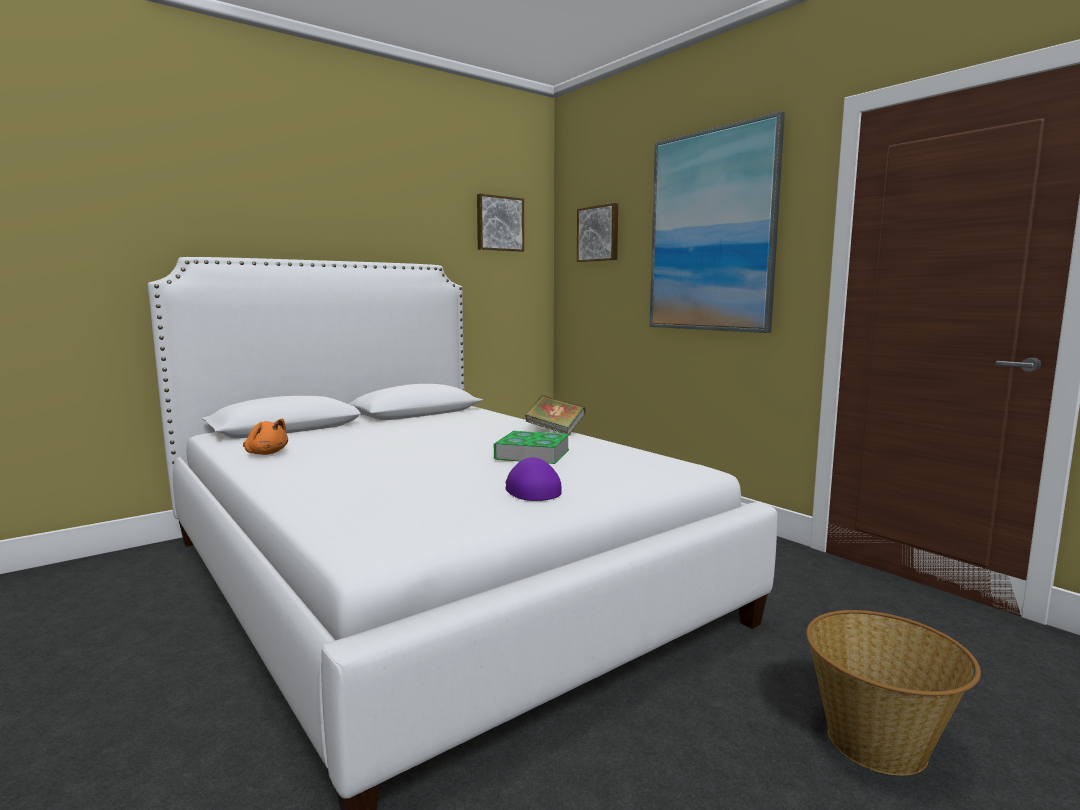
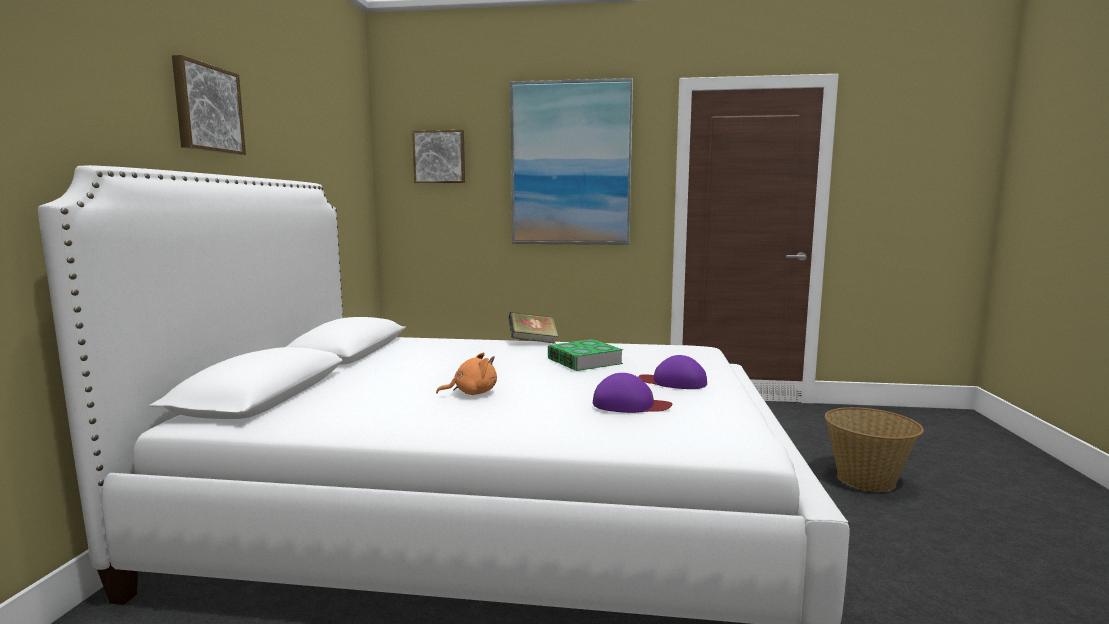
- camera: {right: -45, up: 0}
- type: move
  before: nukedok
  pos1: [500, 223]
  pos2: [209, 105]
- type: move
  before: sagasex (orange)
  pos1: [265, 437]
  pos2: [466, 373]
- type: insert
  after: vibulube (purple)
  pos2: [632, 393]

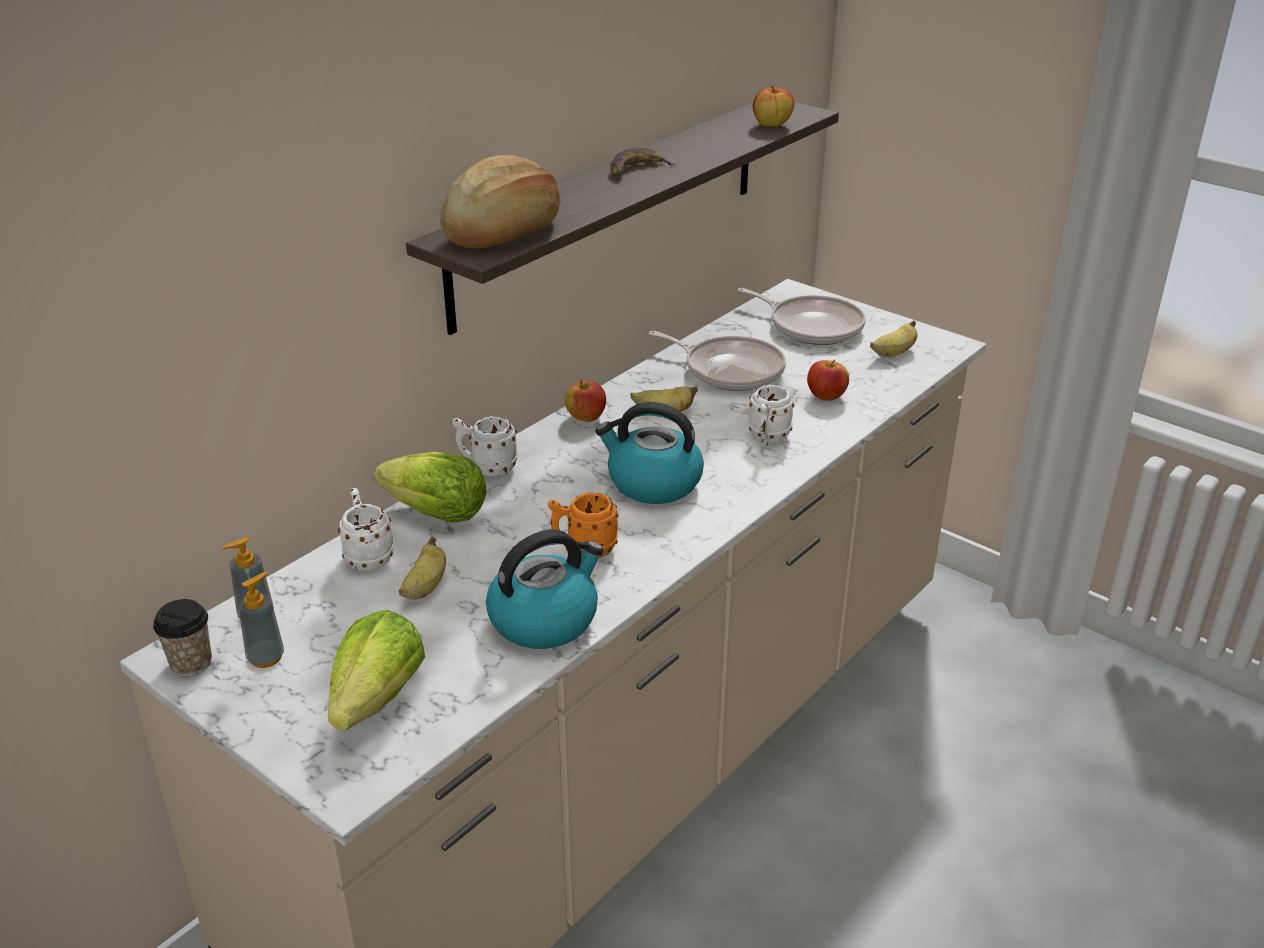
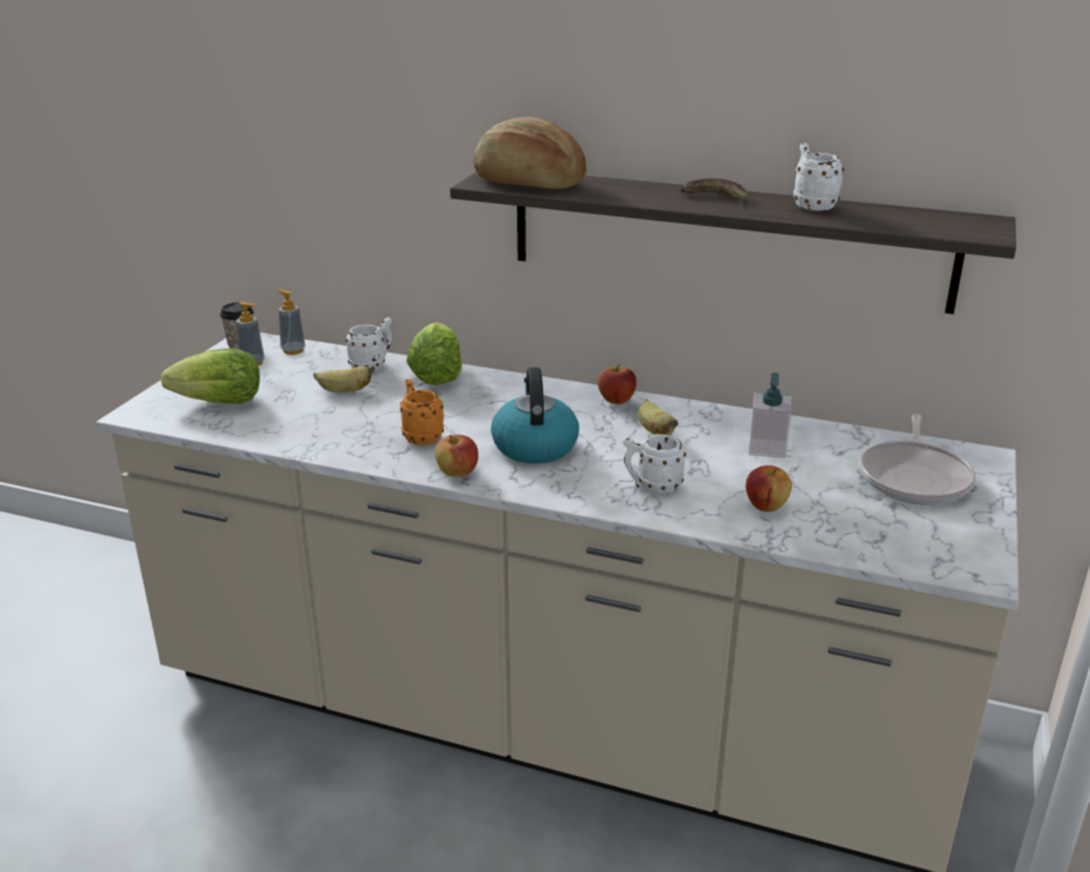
- camera: {right: 70, up: -5}
- type: move
  before: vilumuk
  pos1: [773, 106]
  pos2: [456, 456]
- type: delete
  before: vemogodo
  pos1: [894, 338]
- type: replace
  before: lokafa
  after: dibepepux
  pos1: [717, 361]
  pos2: [770, 415]
- type: move
  before: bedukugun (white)
  pos1: [484, 446]
  pos2: [818, 177]
- type: delete
  before: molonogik
  pos1: [545, 589]

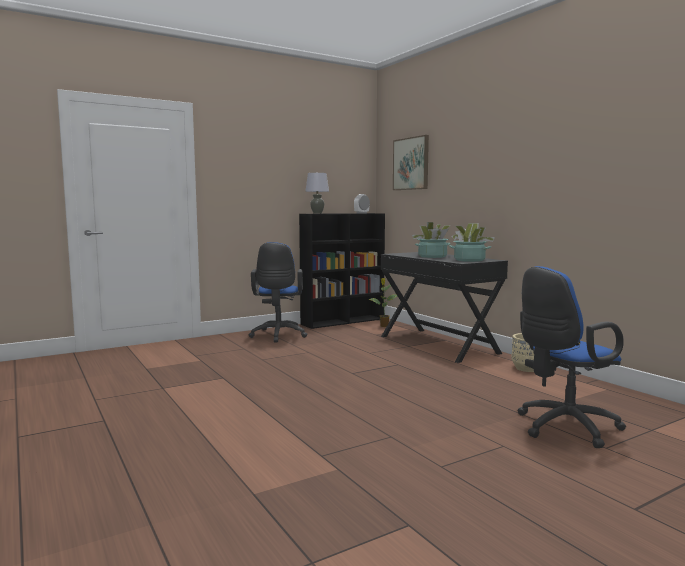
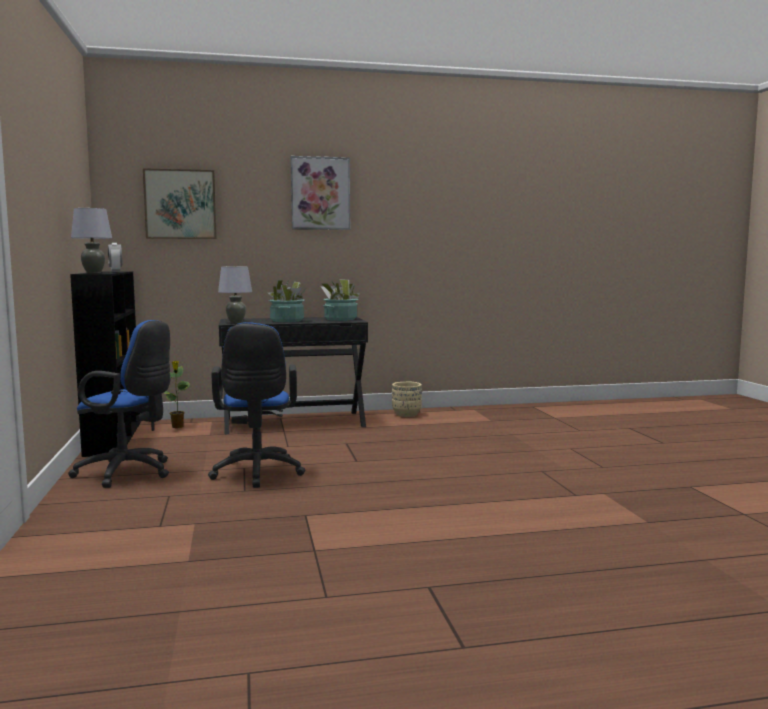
- camera: {right: -70, up: 0}
- type: move
  before: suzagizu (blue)
  pos1: [571, 357]
  pos2: [257, 405]
- type: insert
  after: nukedok
  pos2: [320, 193]
- type: insert
  after: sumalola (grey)
  pos2: [235, 295]

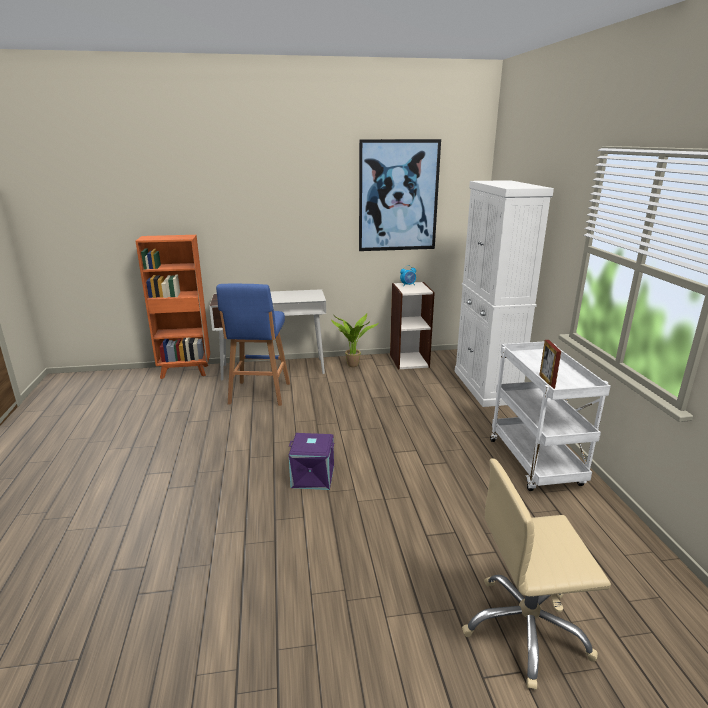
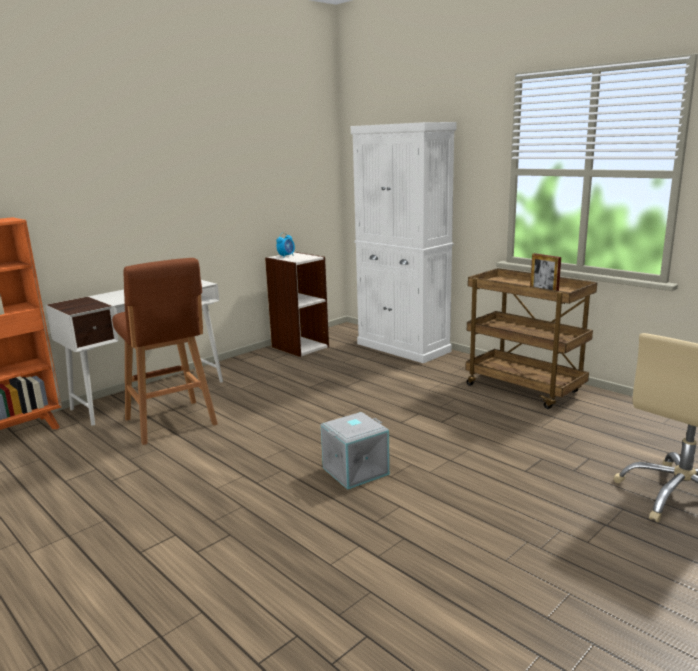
- camera: {right: -35, up: -5}
- type: delete
  before: nukedok
  pos1: [400, 195]
- type: recolor
  before: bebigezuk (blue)
  after: bebigezuk (brown)
  pos1: [253, 345]
  pos2: [165, 351]
- type: delete
  before: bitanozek
  pos1: [355, 340]
- type: recolor
  before: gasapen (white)
  after: gasapen (brown)
  pos1: [550, 416]
  pos2: [531, 338]
- type: recolor
  before: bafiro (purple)
  after: bafiro (grey)
  pos1: [311, 461]
  pos2: [355, 451]

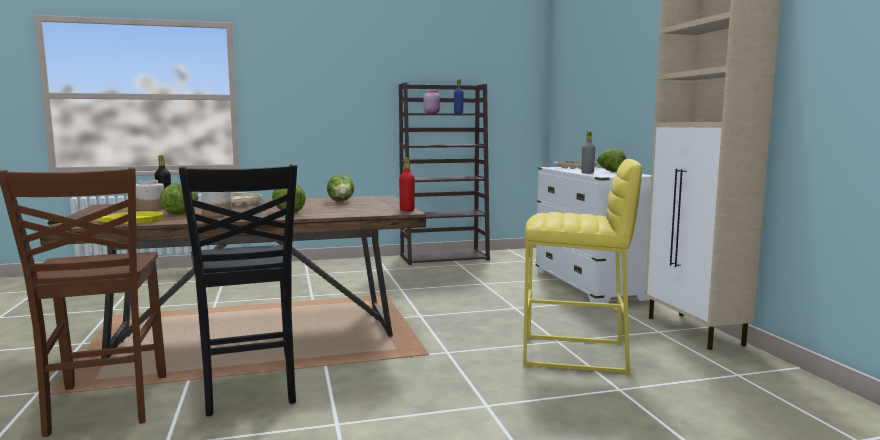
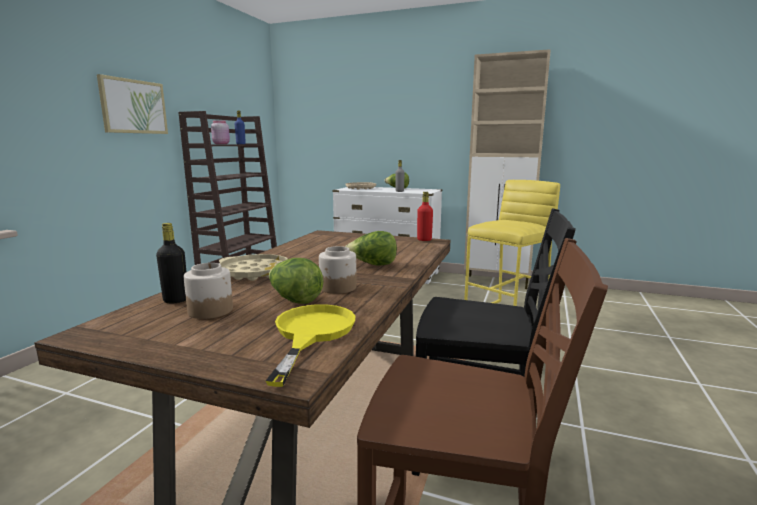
- camera: {right: -55, up: 5}
- type: delete
  before: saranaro
  pos1: [340, 188]
- type: insert
  after: nukedok
  pos2: [132, 104]

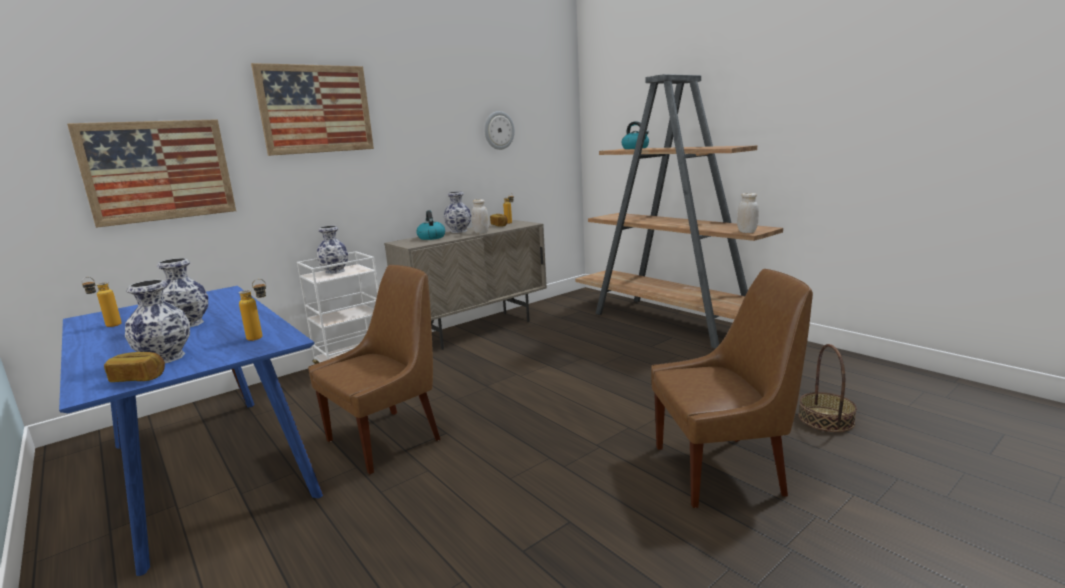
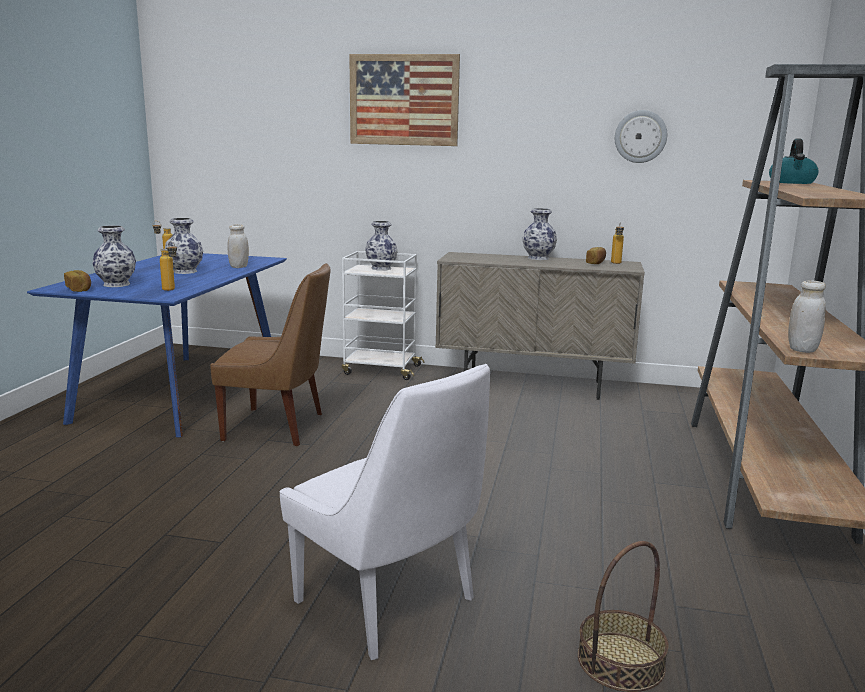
- camera: {right: 50, up: 0}
- type: delete
  before: nukedok
  pos1: [151, 173]
- type: move
  before: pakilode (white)
  pos1: [480, 216]
  pos2: [238, 246]
- type: delete
  before: molonogik
  pos1: [430, 225]
- type: recolor
  before: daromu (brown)
  after: daromu (white)
  pos1: [732, 388]
  pos2: [385, 512]

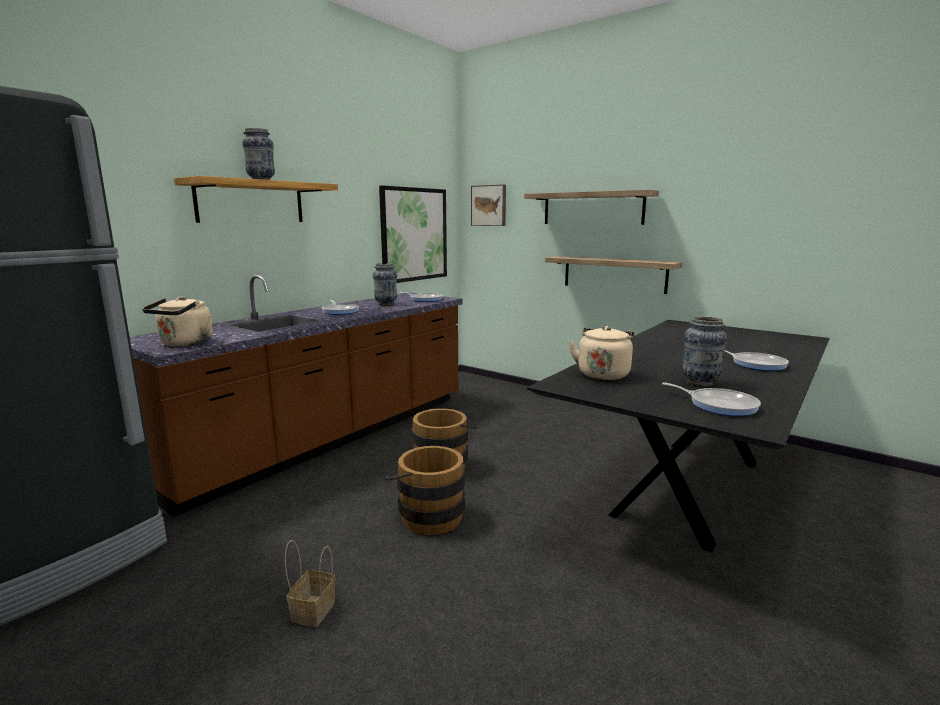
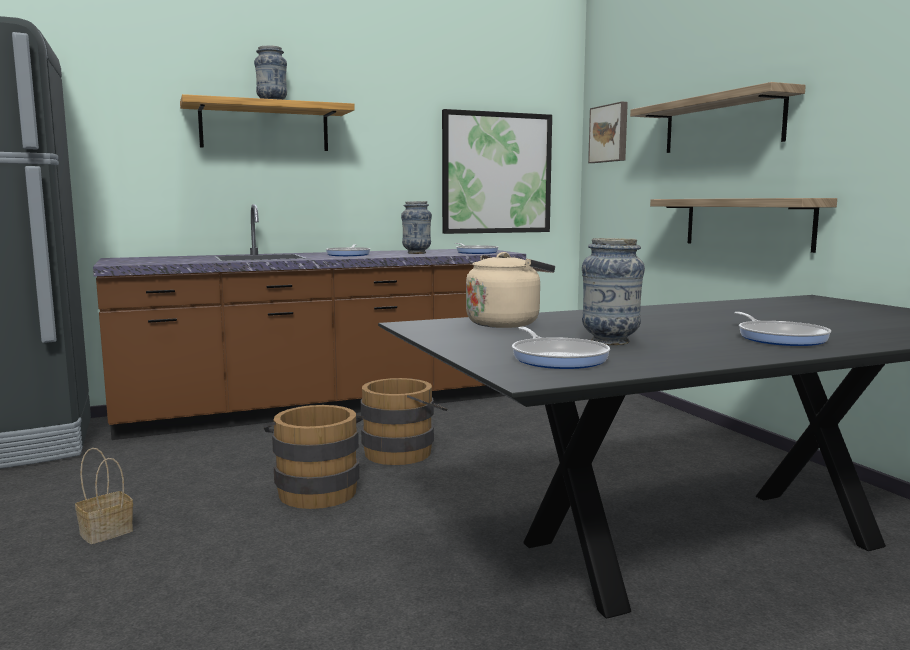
- camera: {right: 30, up: -5}
- type: delete
  before: molonogik (beige)
  pos1: [177, 321]

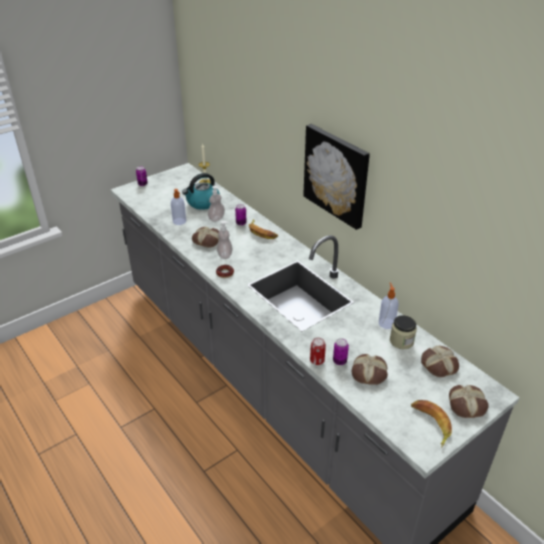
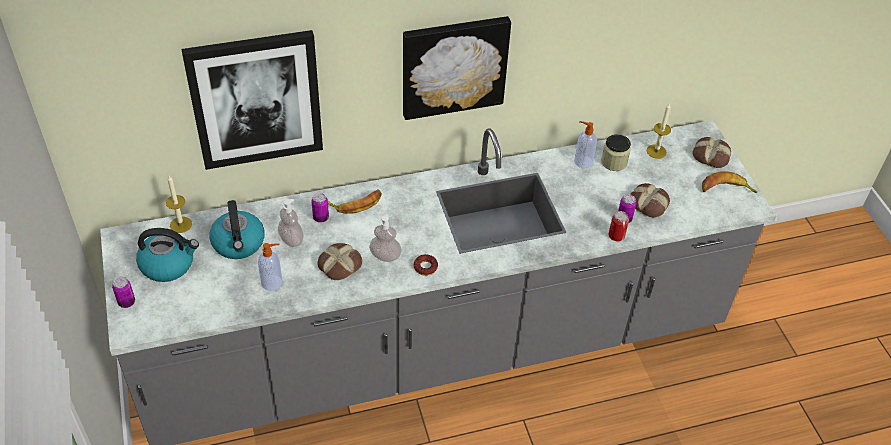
- camera: {right: -70, up: 10}
- type: replace
  before: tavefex
  after: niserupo
  pos1: [440, 361]
  pos2: [659, 131]
- type: insert
  after: nukedok
  pos2: [252, 100]
- type: insert
  after: molonogik
  pos2: [167, 255]

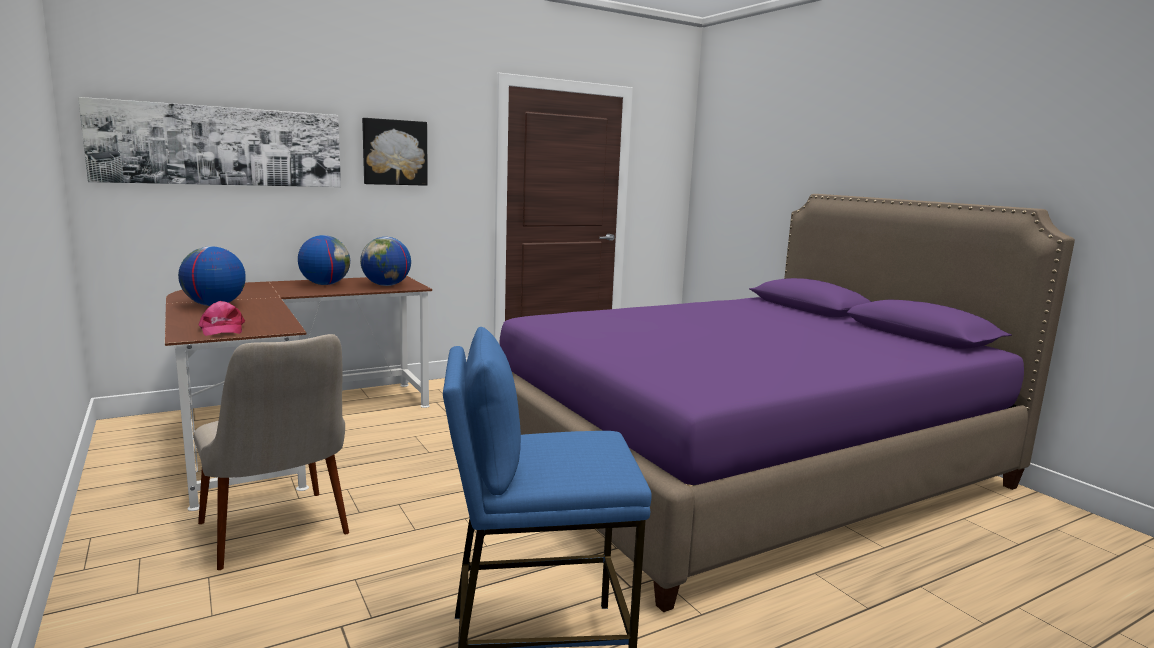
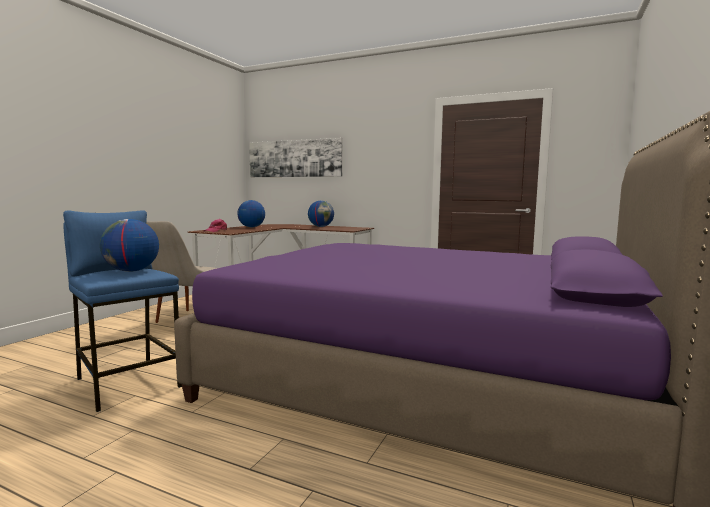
- camera: {right: 55, up: -5}
- type: delete
  before: nukedok
  pos1: [395, 152]
- type: move
  before: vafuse
  pos1: [385, 261]
  pos2: [129, 245]

